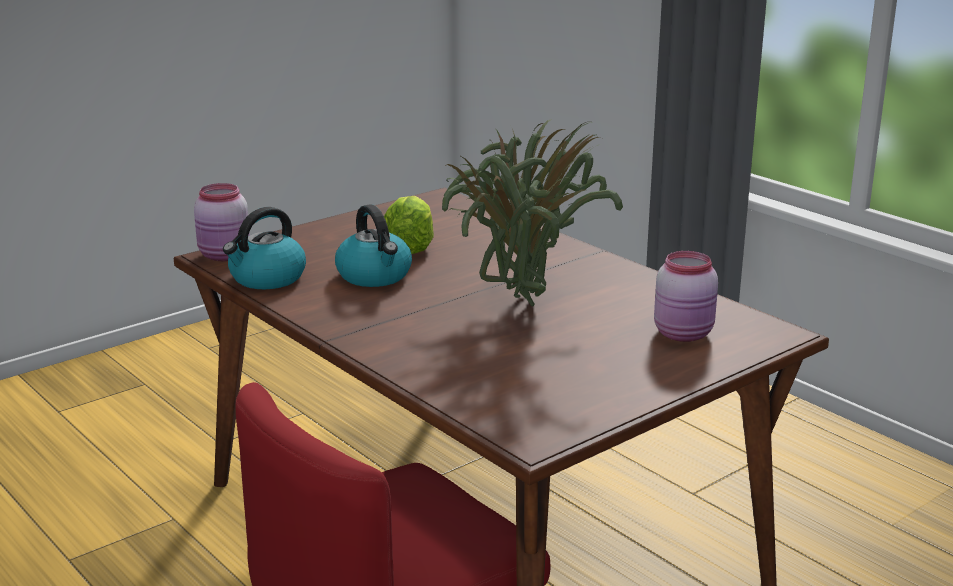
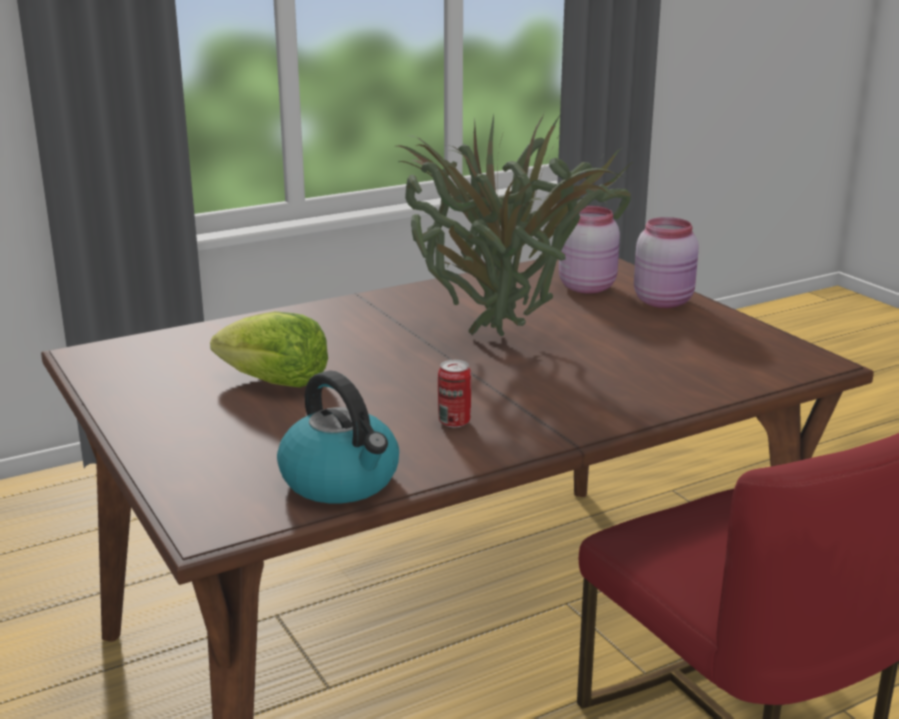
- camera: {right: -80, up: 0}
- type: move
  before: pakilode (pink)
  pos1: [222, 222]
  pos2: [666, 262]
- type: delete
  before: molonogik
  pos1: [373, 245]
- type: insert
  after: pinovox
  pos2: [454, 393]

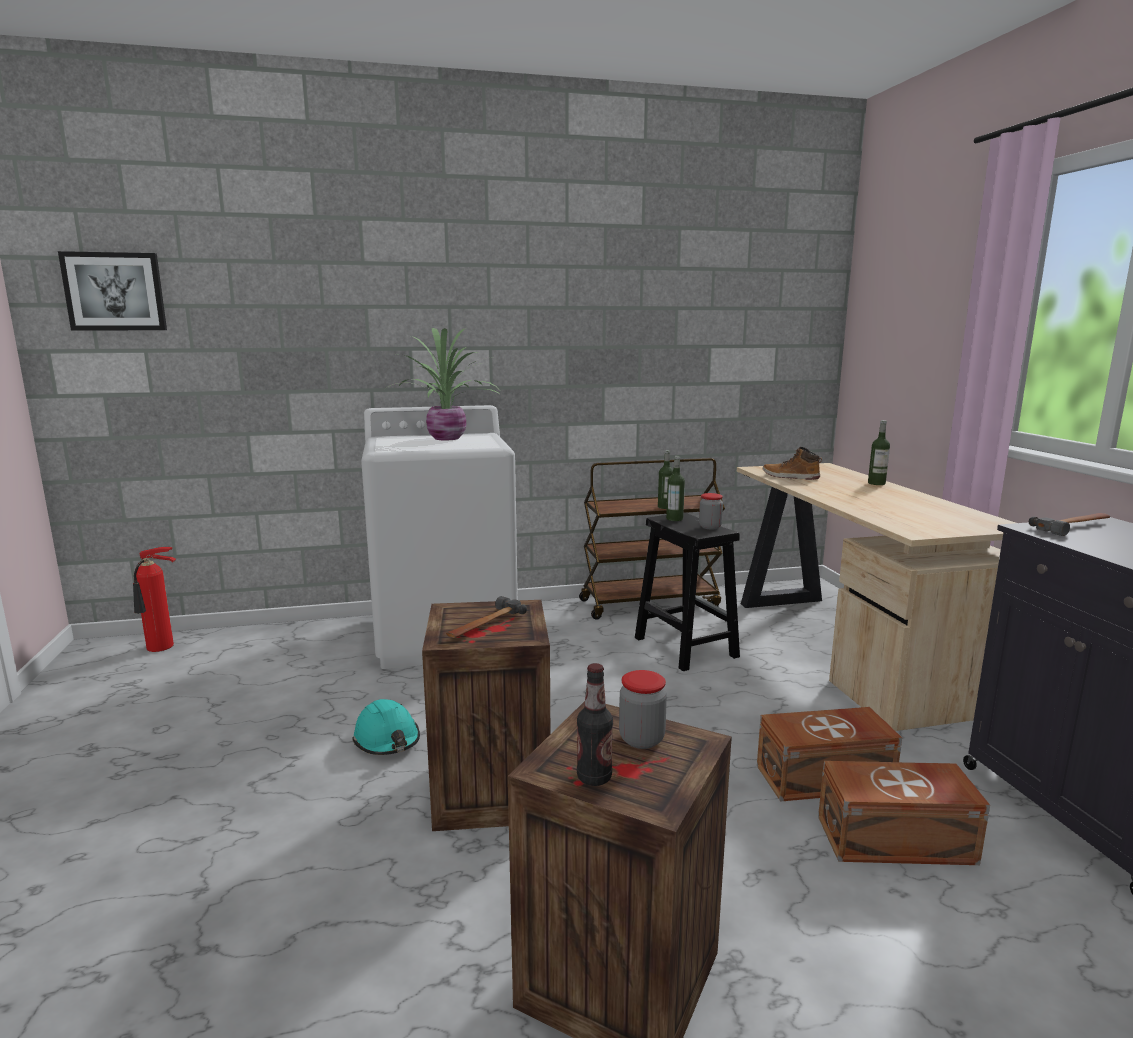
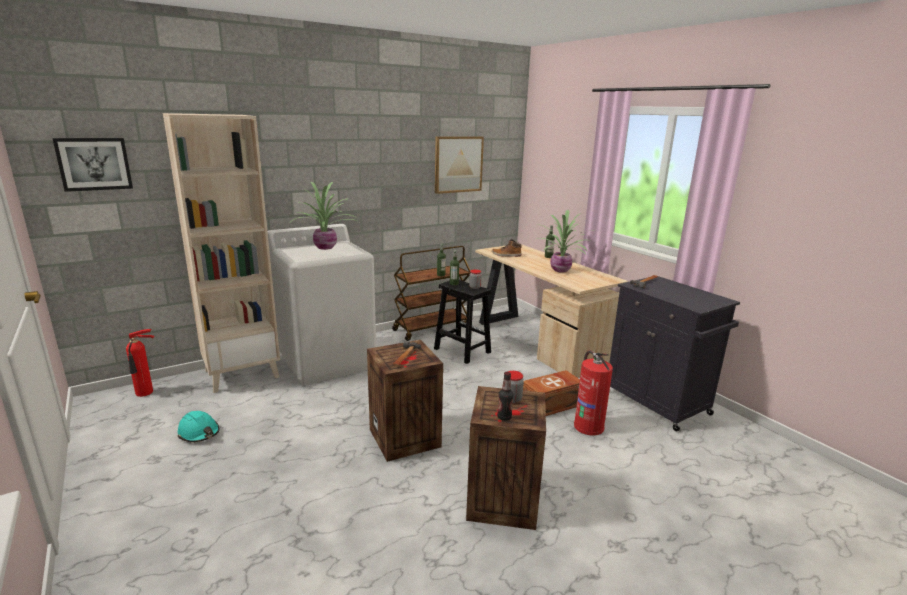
- camera: {right: -20, up: 5}
- type: move
  before: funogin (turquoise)
  pos1: [386, 727]
  pos2: [199, 426]
- type: replace
  before: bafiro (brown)
  after: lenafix
  pos1: [904, 813]
  pos2: [593, 393]
- type: insert
  after: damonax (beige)
  pos2: [221, 253]
- type: insert
  after: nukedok
  pos2: [459, 165]
- type: insert
  after: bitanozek
  pos2: [565, 241]

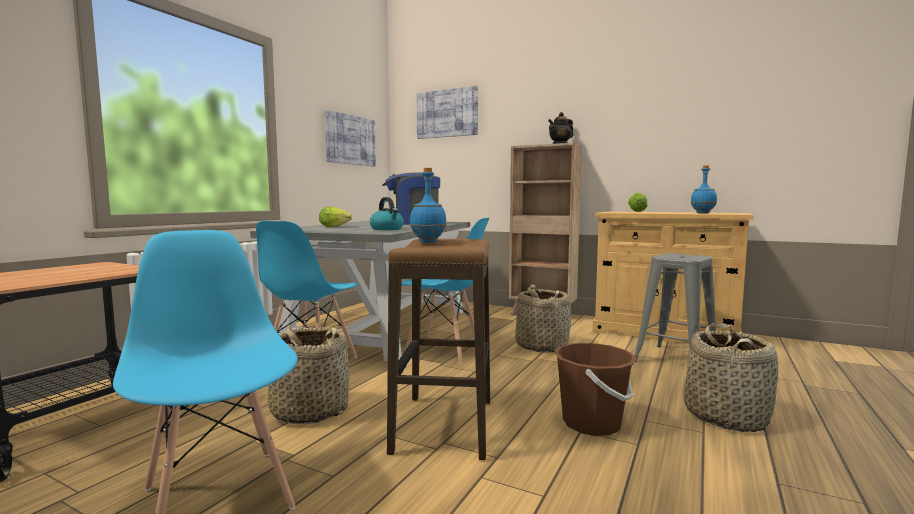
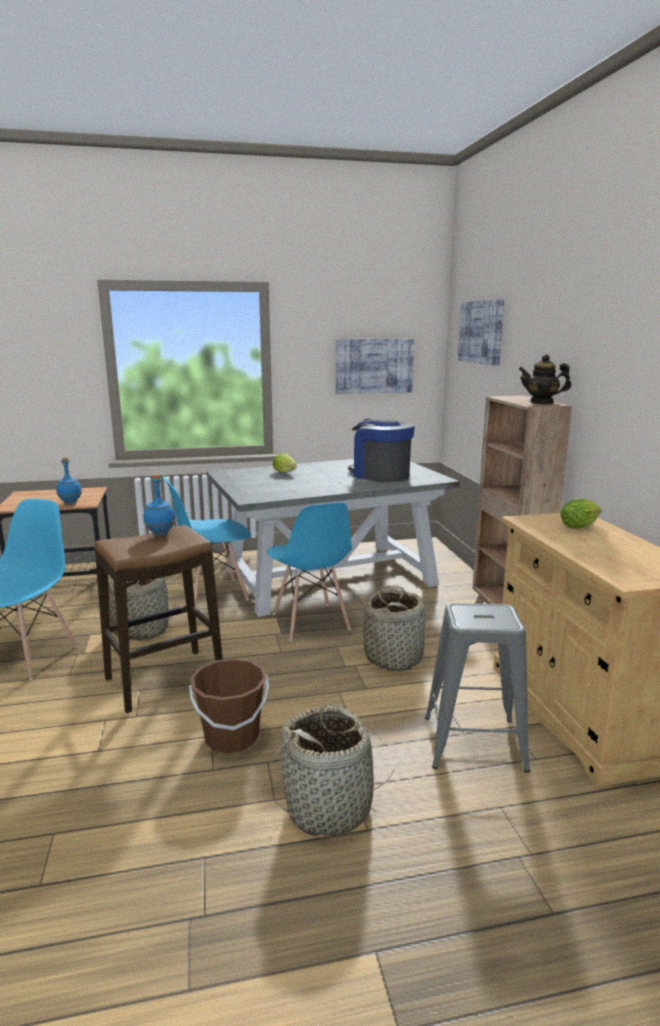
- camera: {right: 50, up: 10}
- type: move
  before: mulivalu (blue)
  pos1: [704, 189]
  pos2: [69, 480]
- type: delete
  before: molonogik
  pos1: [387, 213]

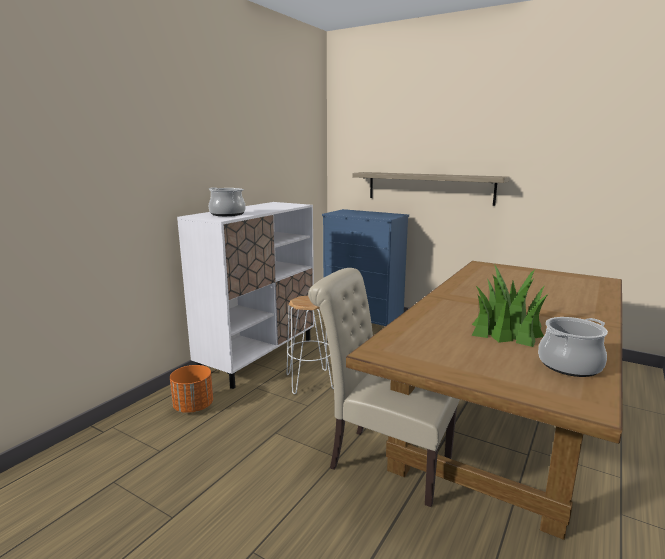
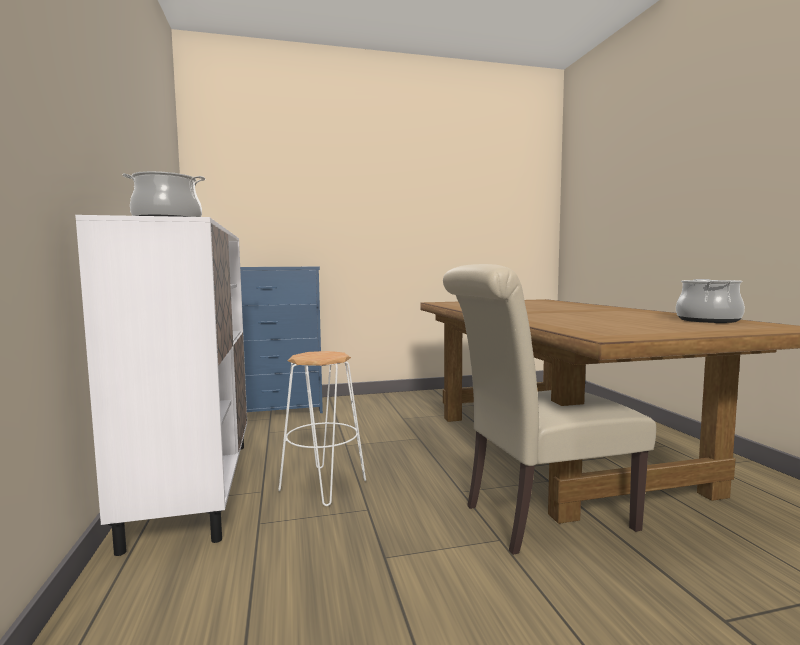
- camera: {right: -45, up: -10}
- type: delete
  before: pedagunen
  pos1: [431, 189]
- type: delete
  before: bitanozek
  pos1: [509, 305]
- type: delete
  before: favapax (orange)
  pos1: [191, 389]

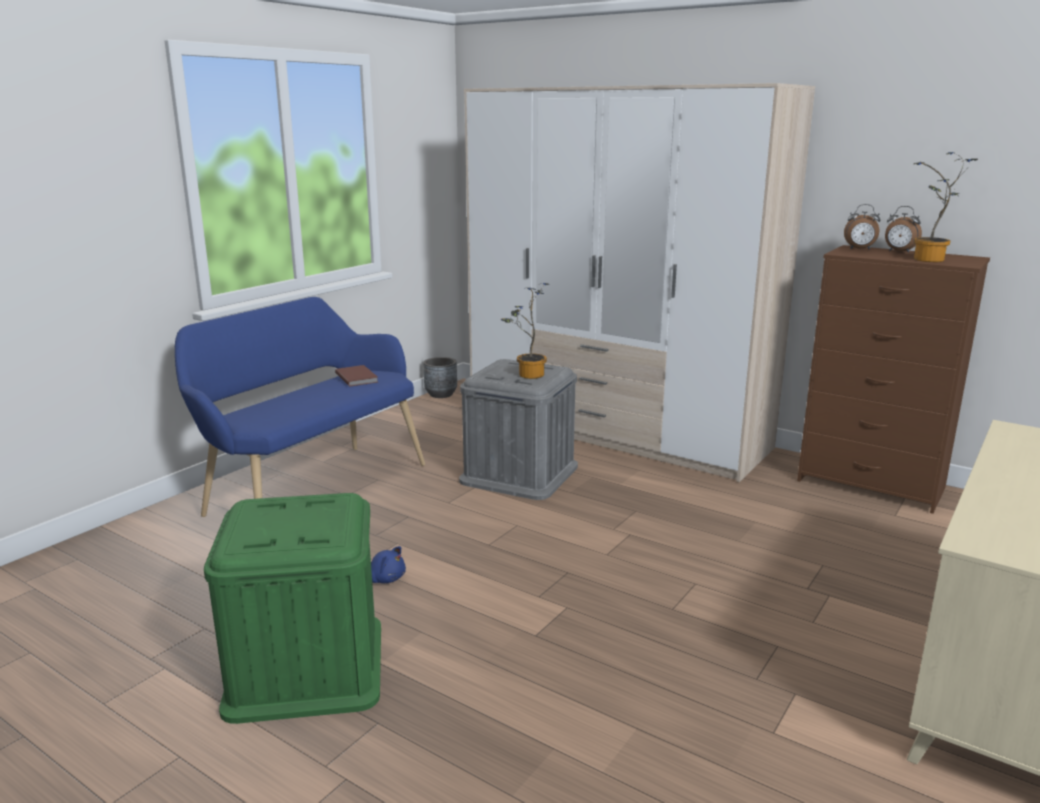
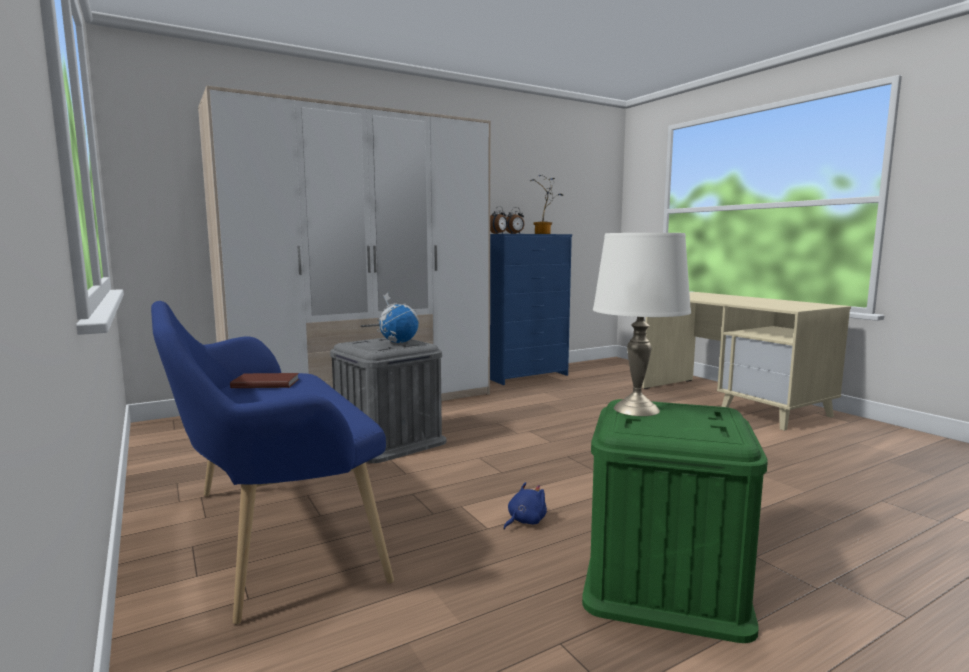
- camera: {right: -65, up: -10}
- type: recolor
  before: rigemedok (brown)
  after: rigemedok (blue)
  pos1: [893, 379]
  pos2: [531, 309]
- type: replace
  before: bitanozek
  after: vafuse
  pos1: [524, 331]
  pos2: [398, 318]
- type: delete
  before: favapax (grey)
  pos1: [440, 377]
- type: insert
  after: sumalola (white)
  pos2: [642, 324]

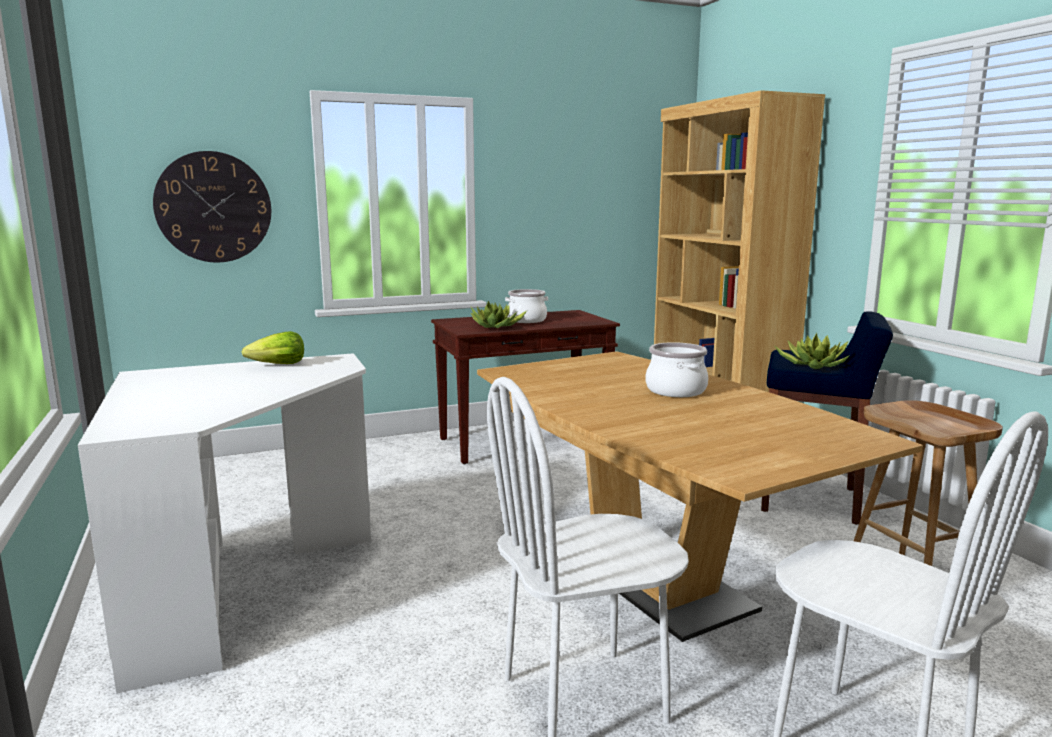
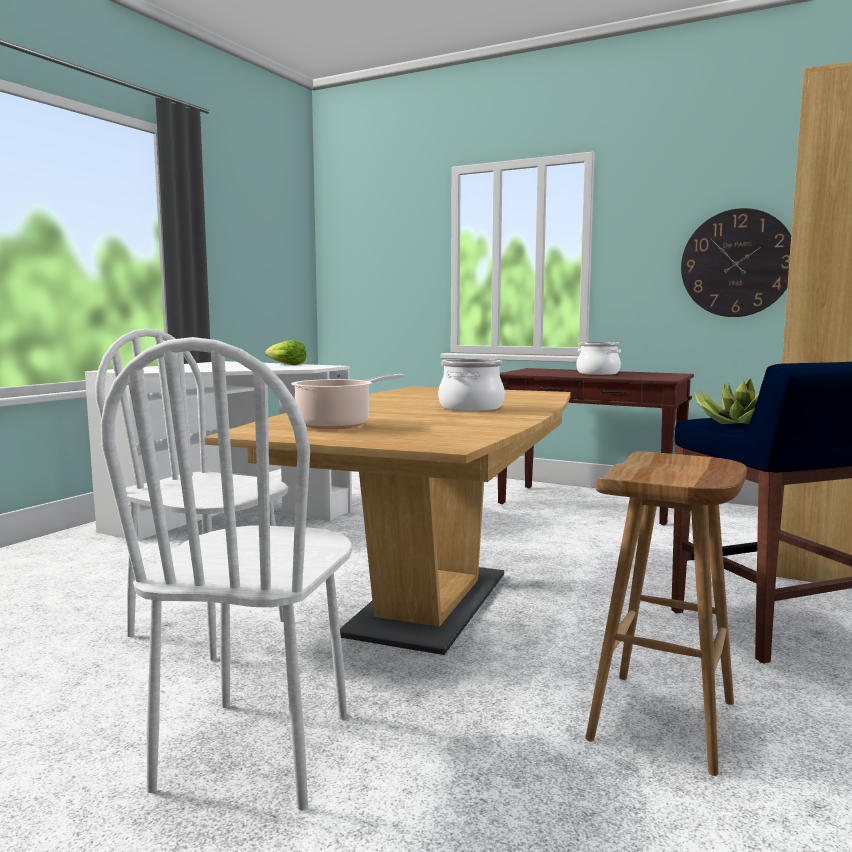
- camera: {right: 50, up: -5}
- type: move
  before: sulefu
  pos1: [212, 207]
  pos2: [736, 262]
- type: delete
  before: bitanozek
  pos1: [498, 314]
- type: insert
  after: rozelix
  pos2: [347, 401]

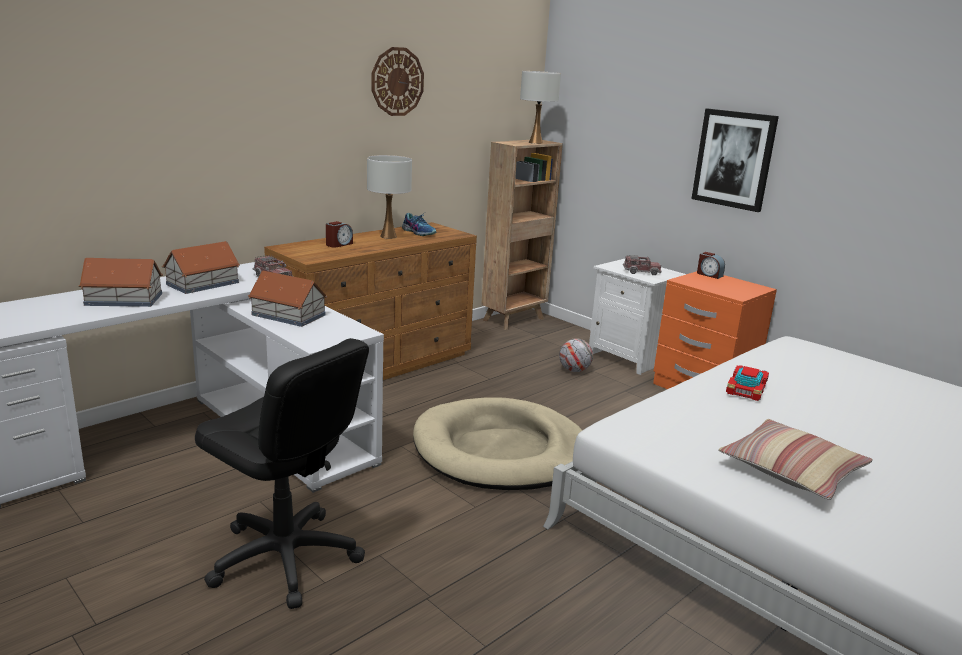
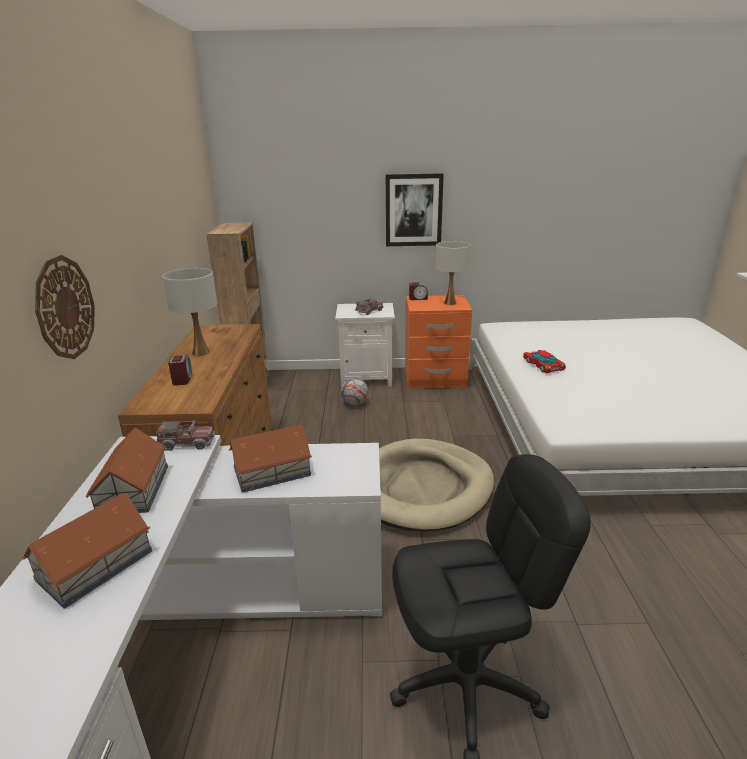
- camera: {right: -45, up: 5}
- type: move
  before: sulefu
  pos1: [398, 81]
  pos2: [65, 307]
- type: move
  before: sumalola (white)
  pos1: [540, 107]
  pos2: [452, 273]
- type: delete
  before: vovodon
  pos1: [419, 224]
- type: delete
  before: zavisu
  pos1: [795, 459]

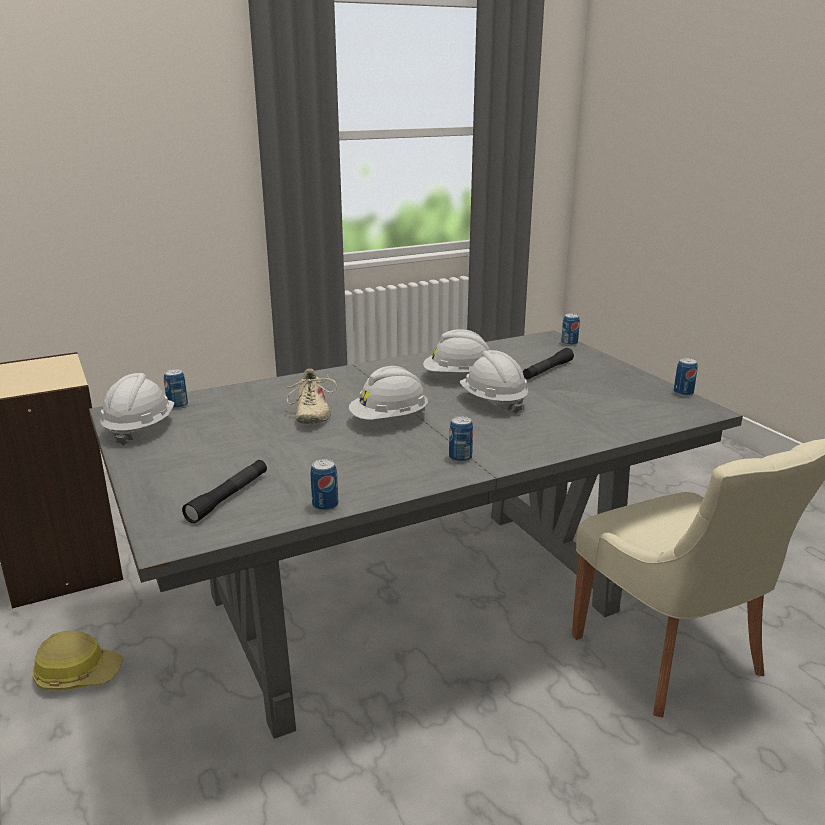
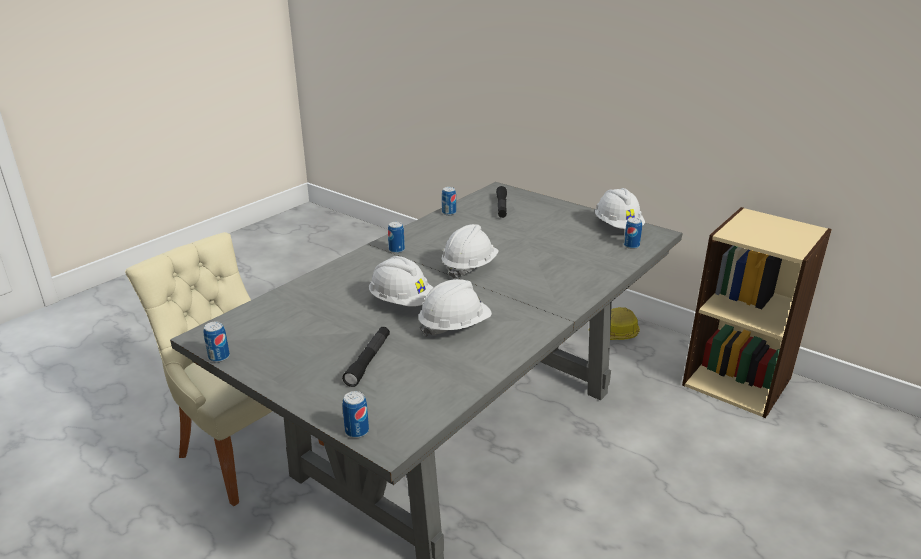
- camera: {right: 155, up: 5}
- type: delete
  before: vovodon (beige)
  pos1: [309, 396]

